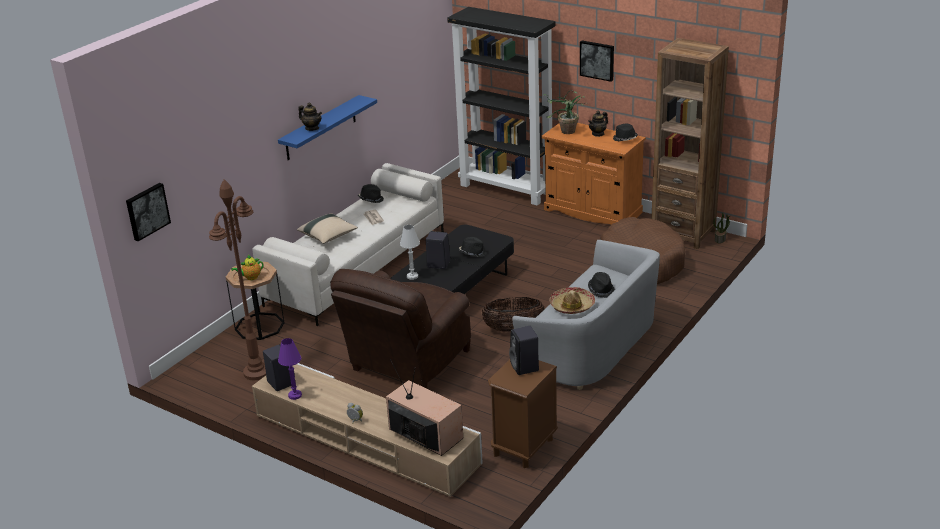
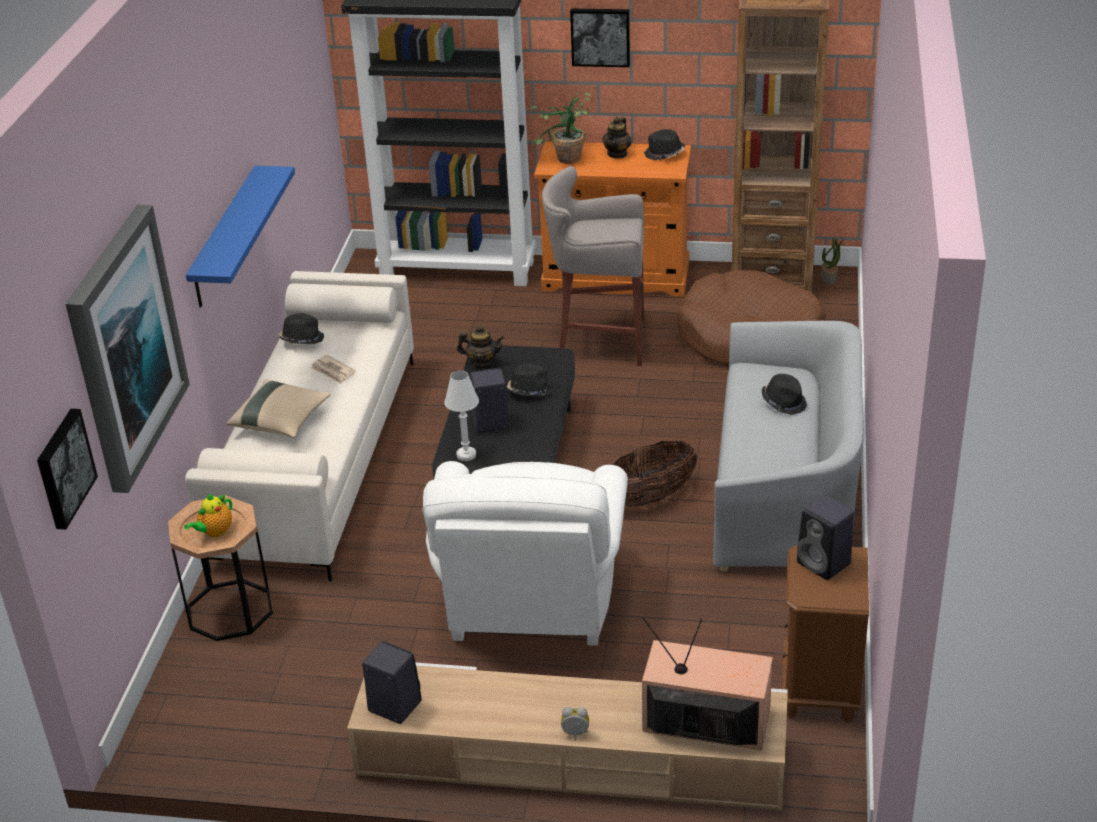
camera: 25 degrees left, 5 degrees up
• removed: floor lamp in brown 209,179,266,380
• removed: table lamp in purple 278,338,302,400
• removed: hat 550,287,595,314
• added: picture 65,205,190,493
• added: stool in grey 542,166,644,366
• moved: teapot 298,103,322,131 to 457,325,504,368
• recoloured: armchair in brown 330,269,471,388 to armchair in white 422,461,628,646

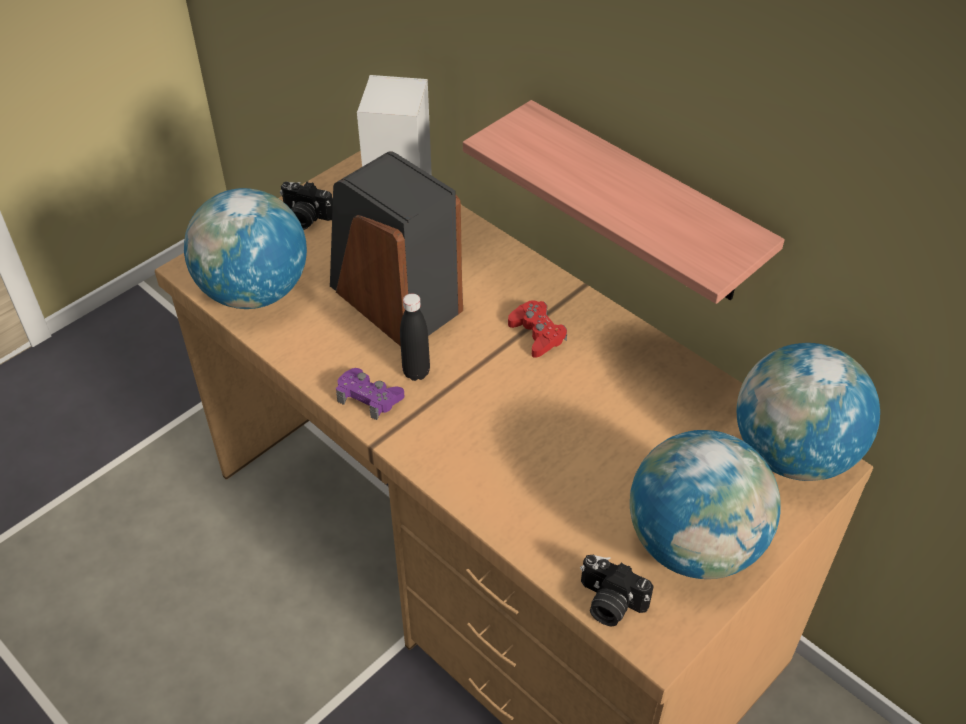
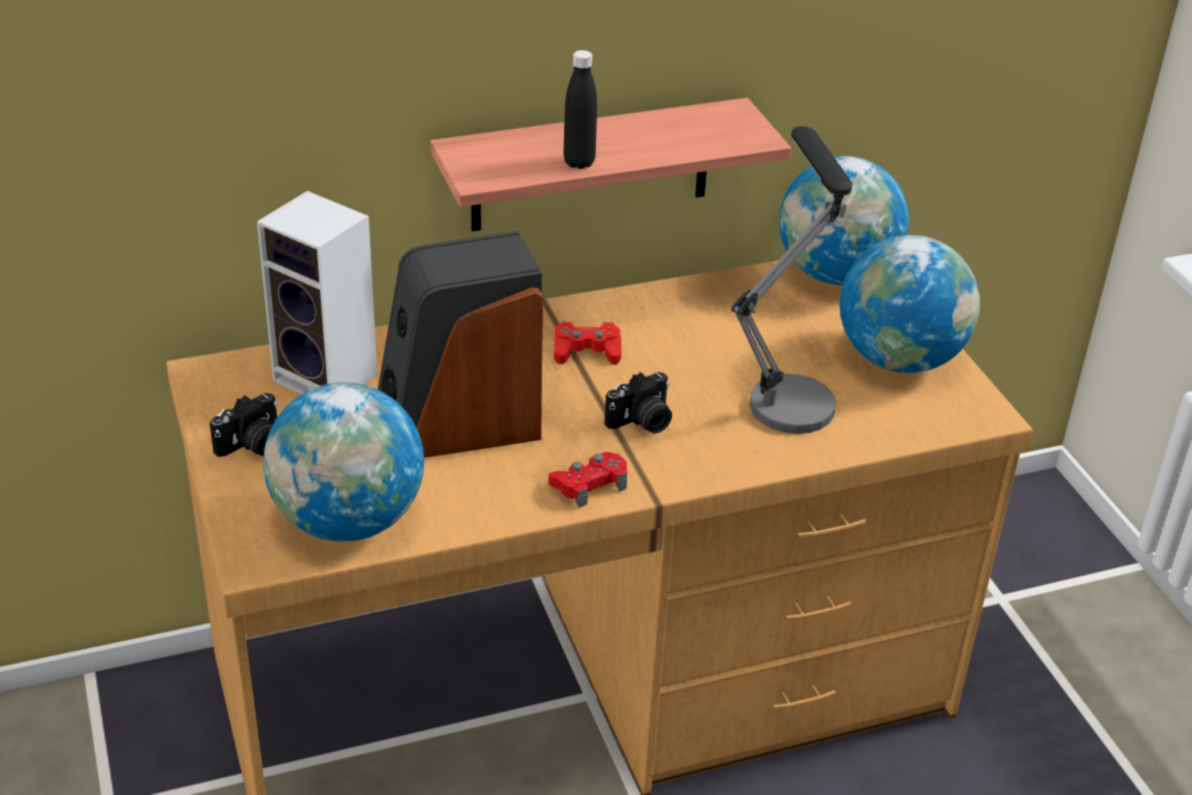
camera: 65 degrees left, 10 degrees down
• added: table lamp 731,126,853,434
• moved: bottle in black 400,293,430,381 to 564,50,597,169
• moved: photo camera 580,555,654,626 to 604,372,672,434
• recoloured: game controller in purple 336,368,404,420 to game controller in red 548,452,627,508

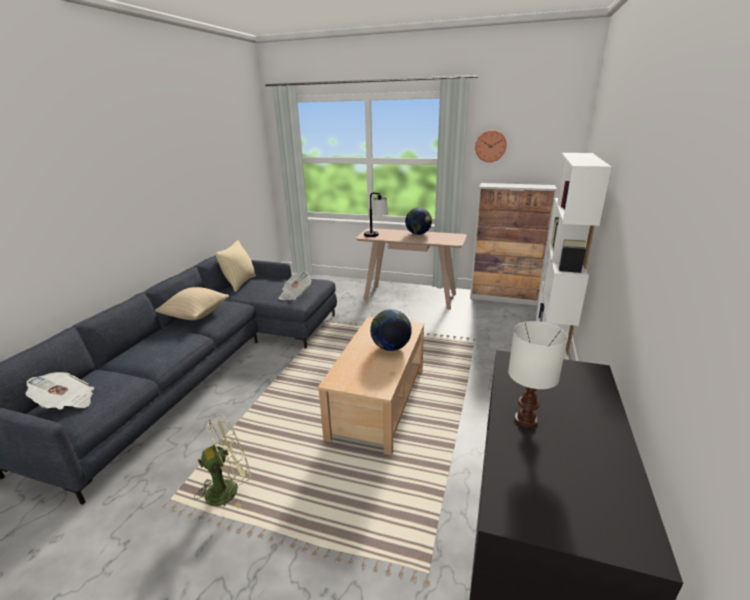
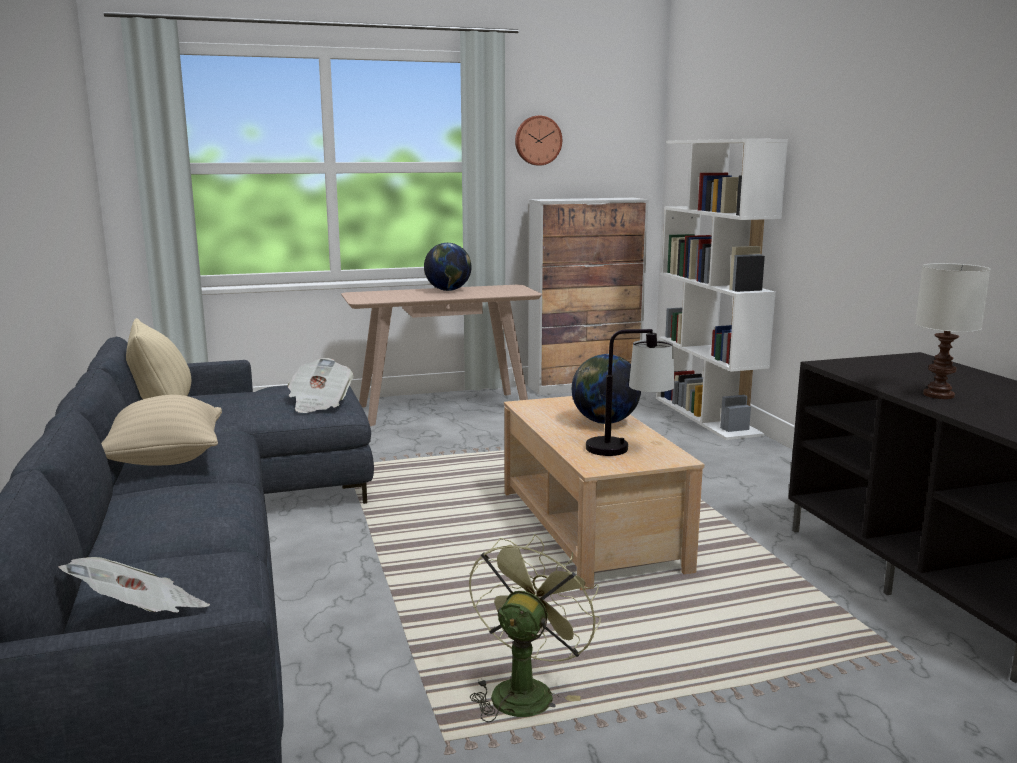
camera: 35 degrees left, 10 degrees down
• moved: table lamp 364,192,388,237 to 586,329,675,456

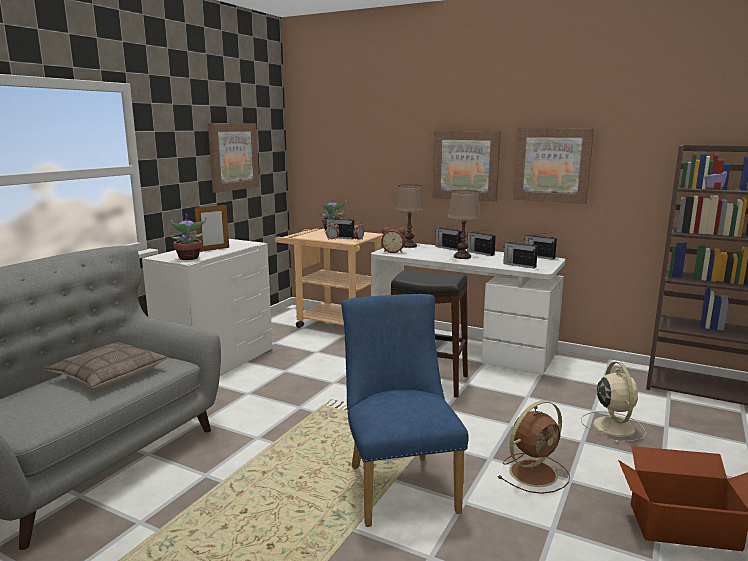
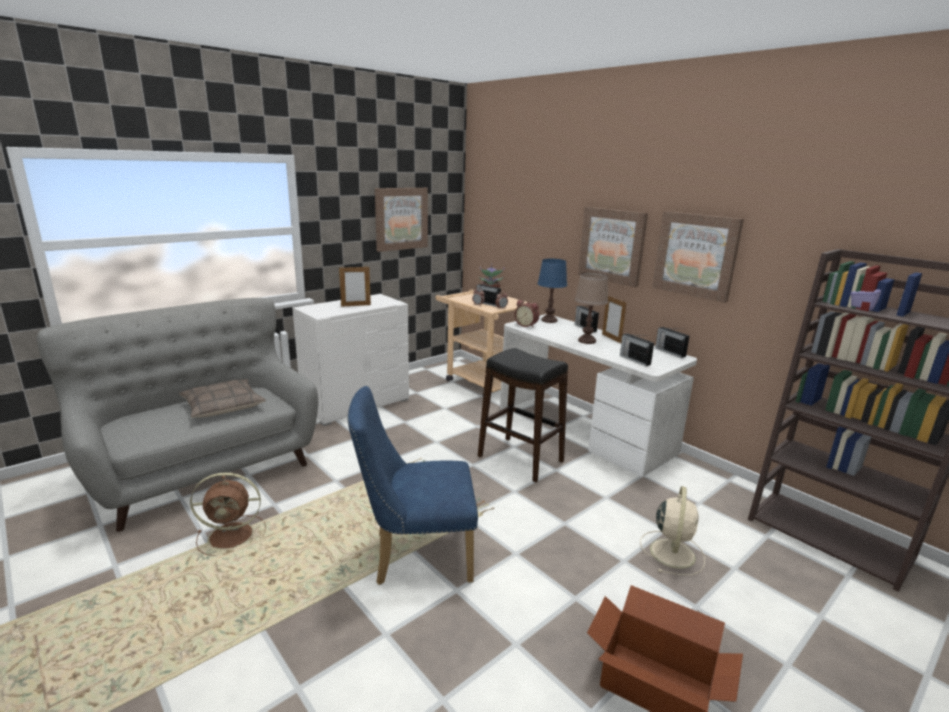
camera: 20 degrees right, 5 degrees up
• removed: potted plant 169,214,207,260
• moved: fan in brown 497,401,570,494 to 190,472,266,556
• replaced: radio 467,229,496,256 to picture frame 602,295,627,343
• recoloured: table lamp in brown 395,184,424,248 to table lamp in blue 538,259,567,323
• turned: chair in blue 341,294,469,527 = 347,386,478,585 105 degrees counterclockwise

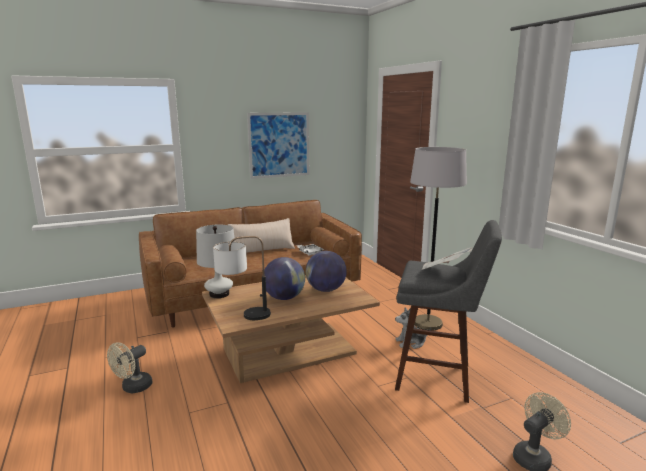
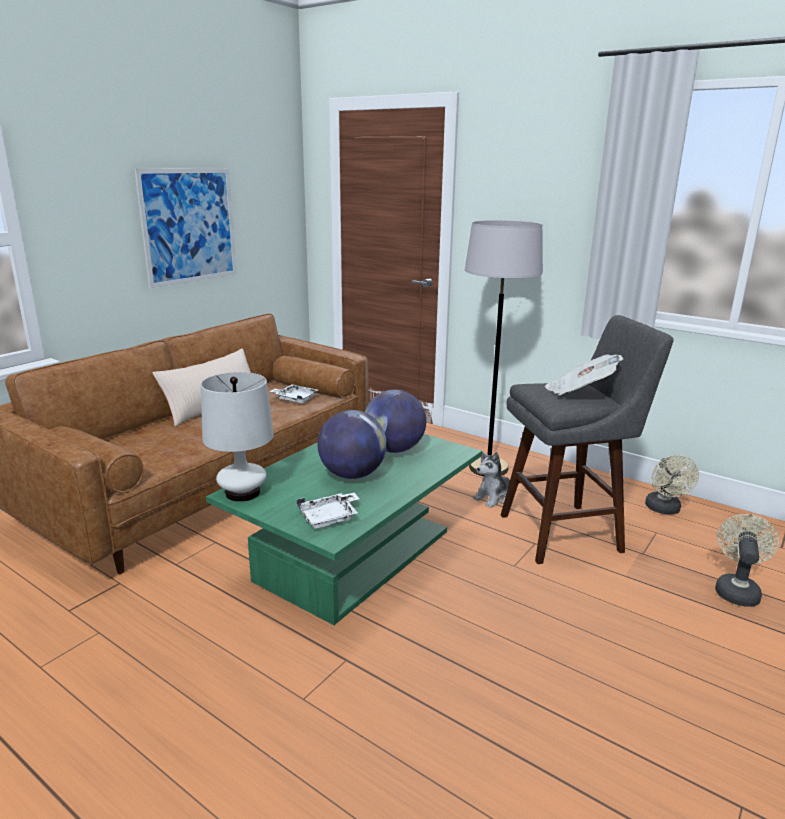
camera: 30 degrees left, 5 degrees up
• moved: fan in beige 107,342,152,393 to 645,455,699,514
• replaced: table lamp 213,236,271,320 to tray in white 297,492,359,529
• recoloured: coffee table in brown 202,275,380,383 to coffee table in green 206,434,482,625

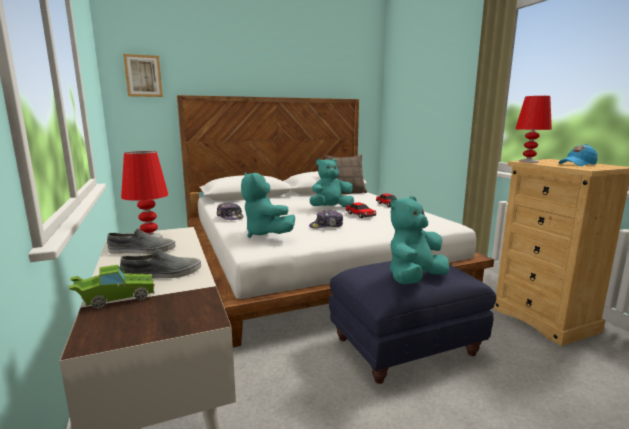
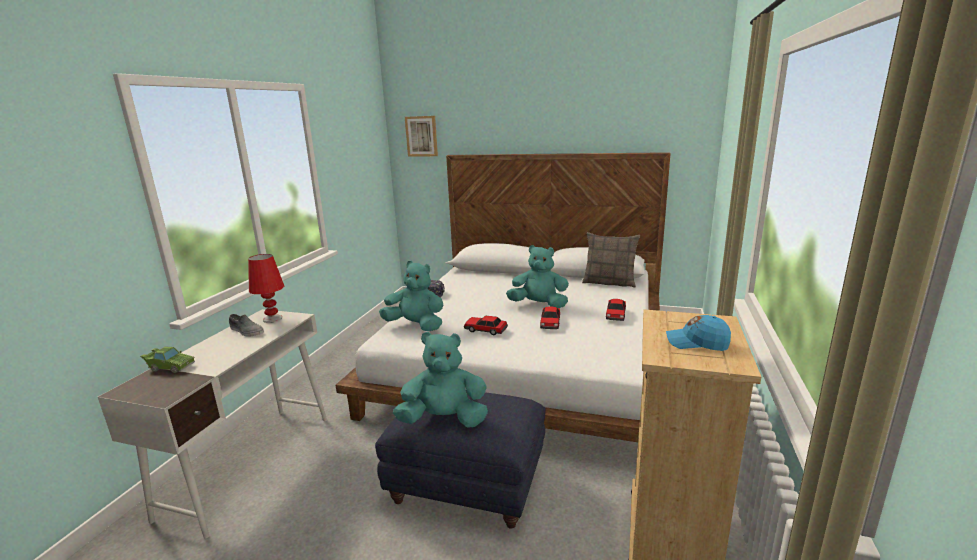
camera: 40 degrees right, 5 degrees up
• removed: shoe in grey 120,248,201,279
• removed: table lamp in red 515,96,552,163
• replaced: cap 309,211,343,228 to toy car 464,316,508,335
• turned: plush toy in turquoise 241,172,295,238 = 379,261,443,331 105 degrees clockwise

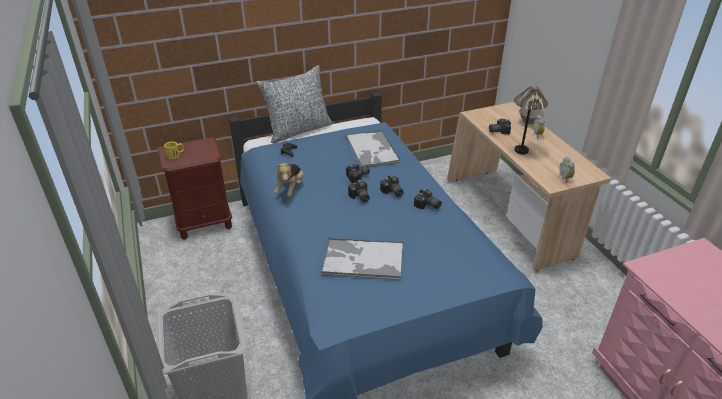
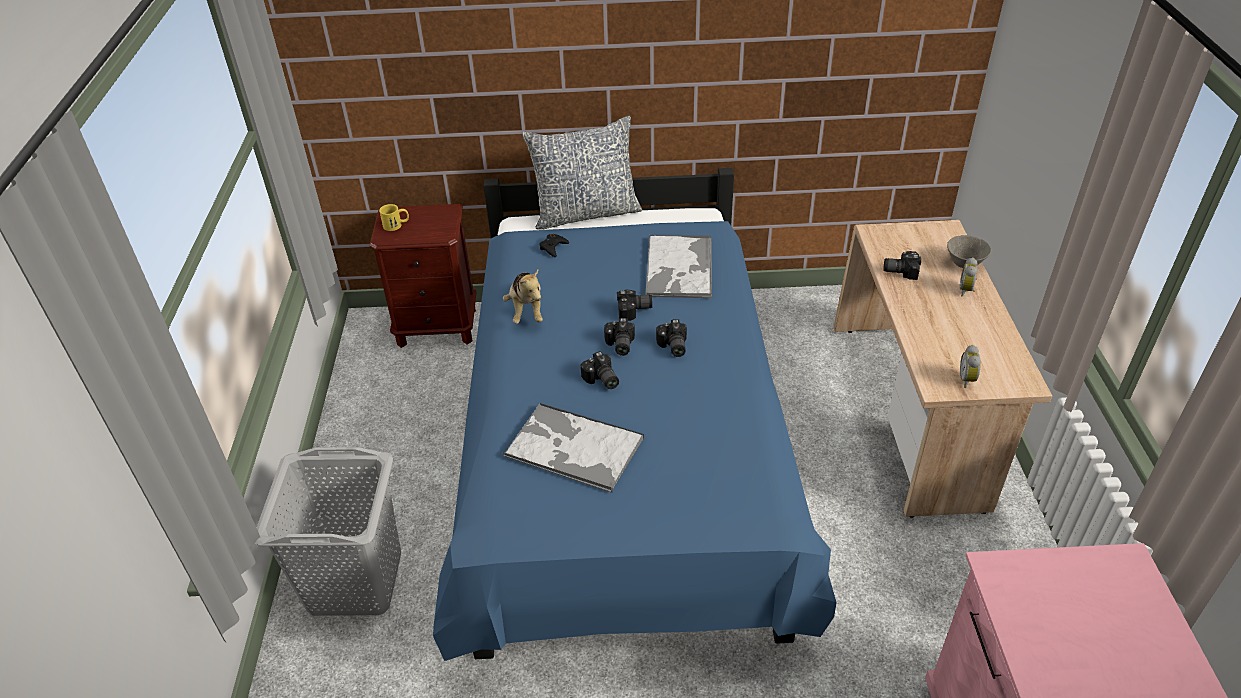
camera: 20 degrees right, 5 degrees up
• removed: table lamp 514,86,548,154
• moved: photo camera 414,188,442,209 to 580,351,619,389
• turned: plush toy 274,161,304,197 = 503,270,543,324 45 degrees counterclockwise

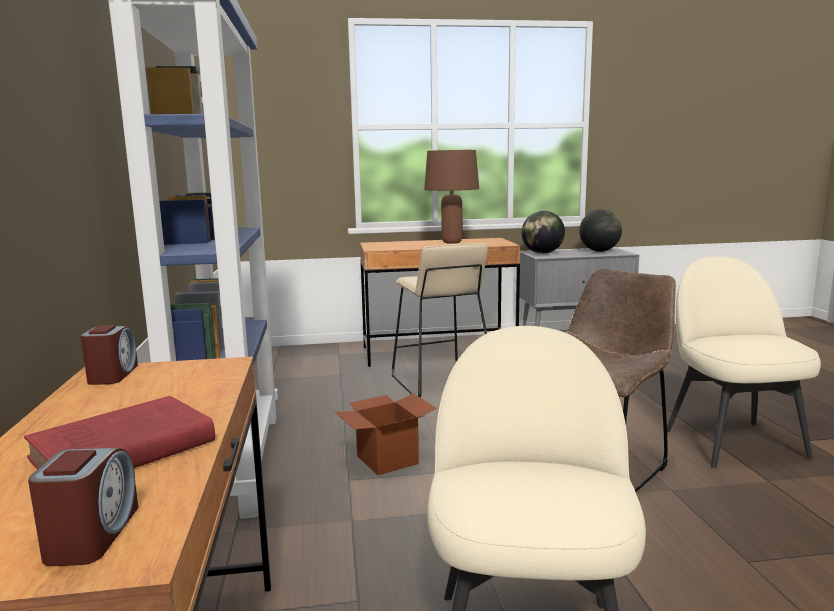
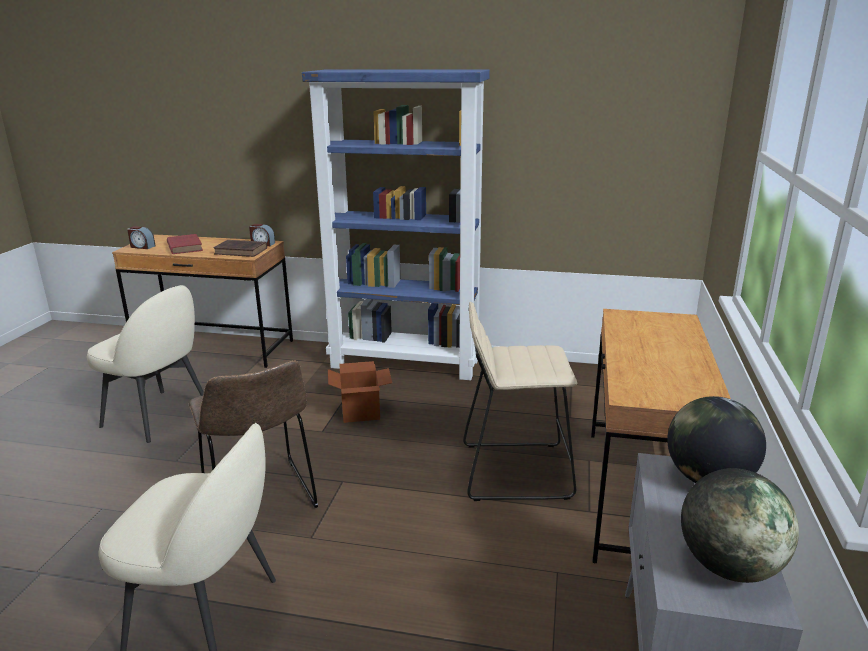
camera: 110 degrees right, 10 degrees up
• removed: table lamp in brown 424,150,479,244
• added: book in brown 213,240,267,257

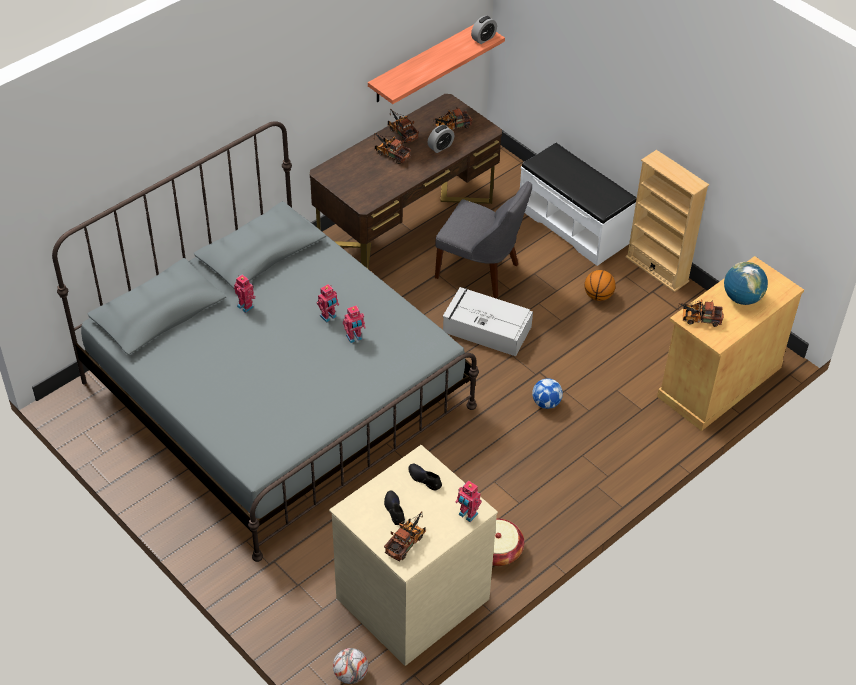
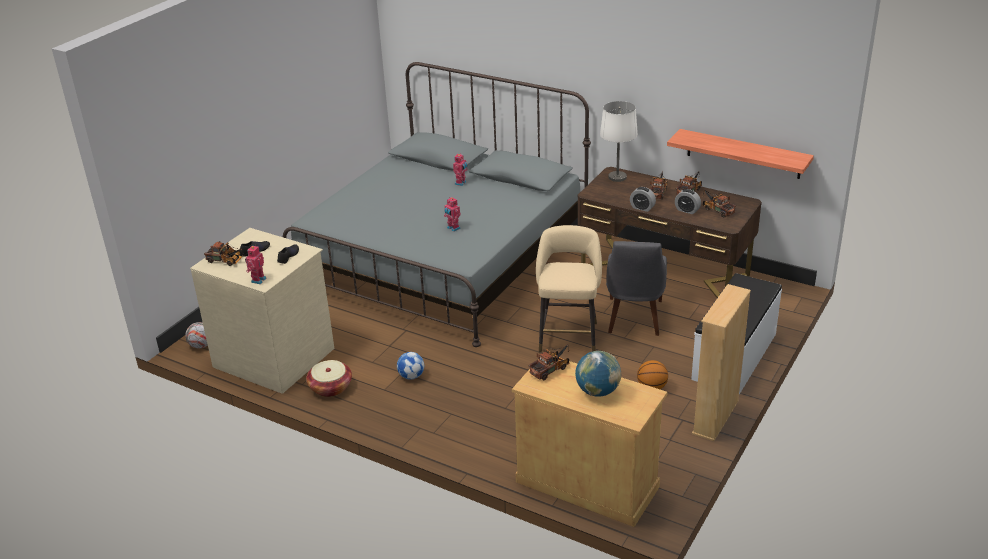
camera: 75 degrees right, 15 degrees down
• removed: toy robot 317,284,339,323
• added: table lamp in white 600,101,638,182
• moved: alarm clock 471,16,497,44 to 630,187,656,212
• moved: football 532,378,563,409 to 397,352,424,380
• replaced: storage box in grey 443,287,533,356 to stool in beige 536,225,602,352
• turned: toy truck 676,299,724,327 = 529,344,569,380 60 degrees clockwise

